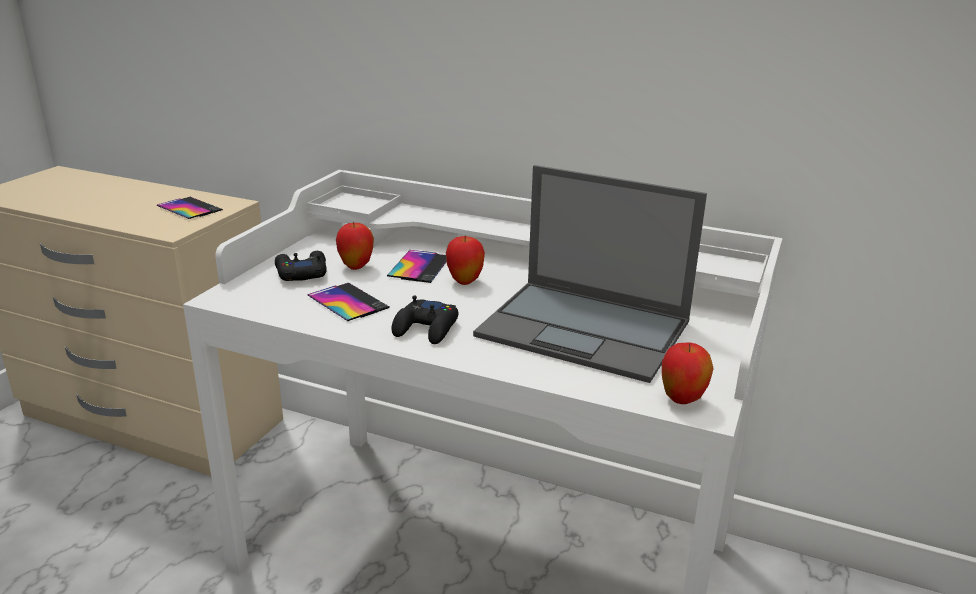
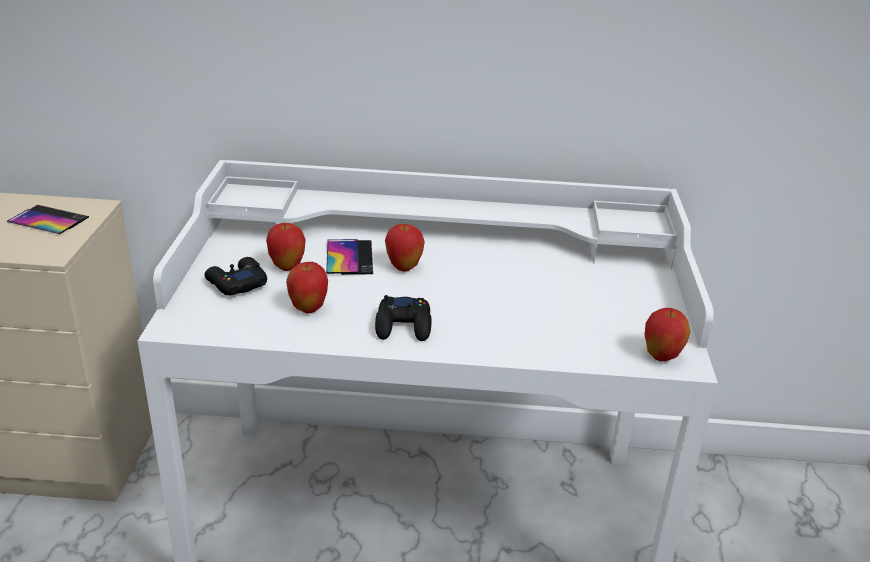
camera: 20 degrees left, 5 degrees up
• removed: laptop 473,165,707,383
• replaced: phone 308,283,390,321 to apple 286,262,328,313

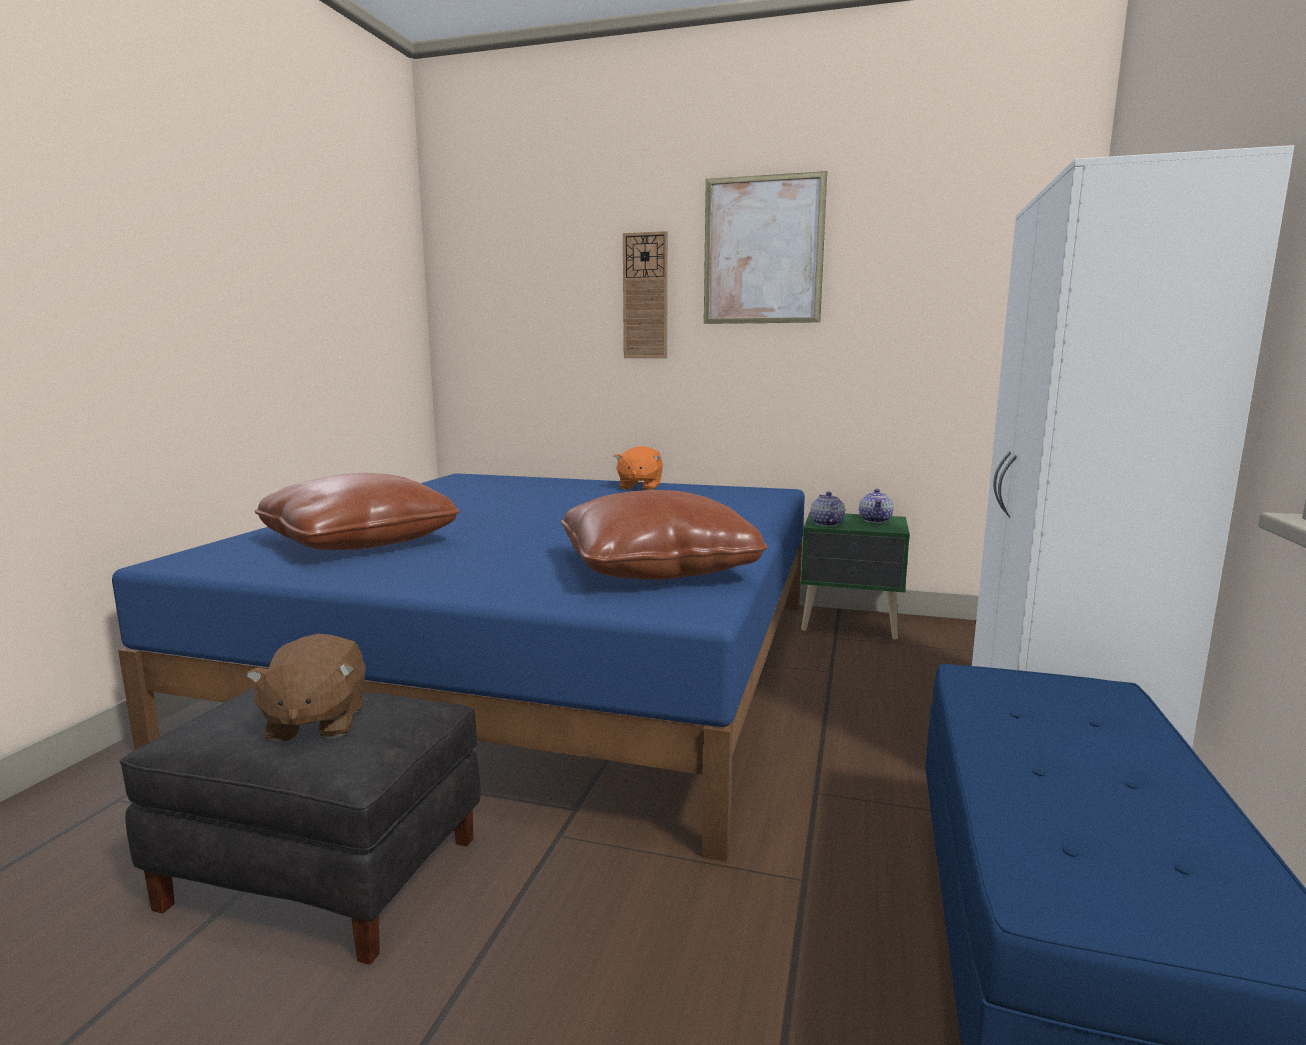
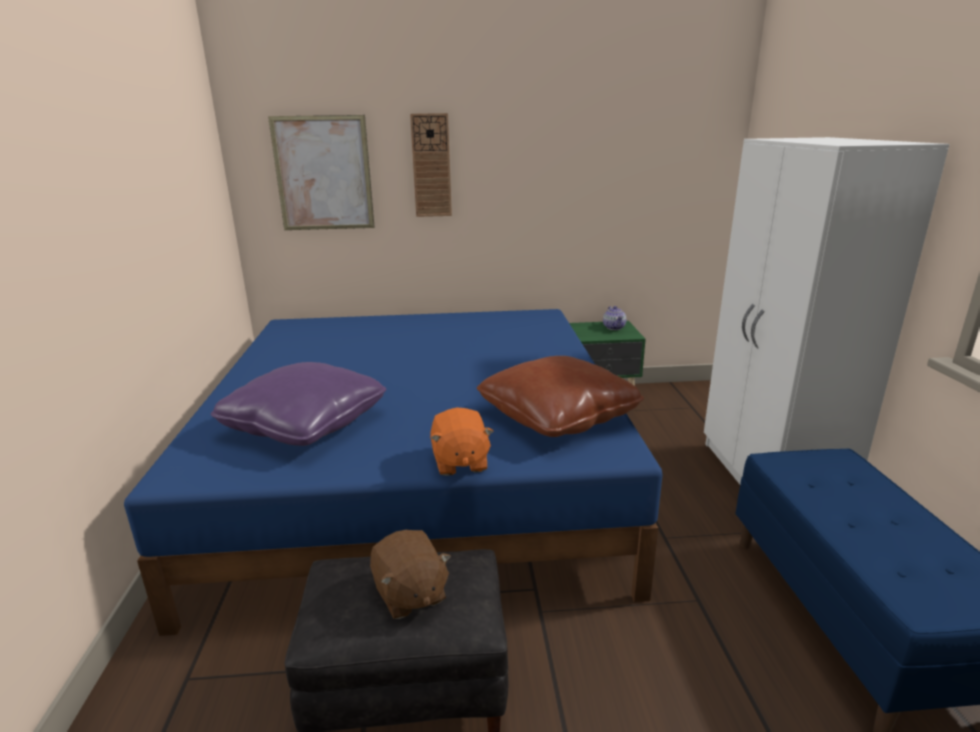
camera: 20 degrees left, 10 degrees up
• removed: teapot 810,492,845,526
• moved: plush toy in orange 614,446,663,490 to 430,407,494,476
• moved: picture 704,171,827,324 to 268,115,375,230
• recoloured: pillow in brown 255,473,460,550 to pillow in purple 211,362,386,446

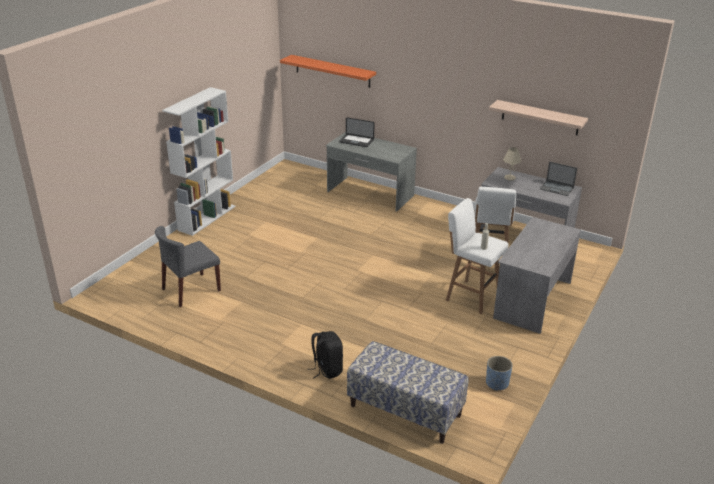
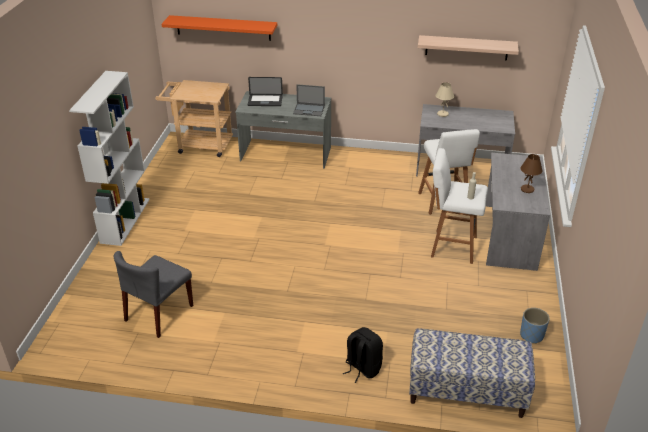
camera: 20 degrees left, 5 degrees up
• added: cart in beige 155,80,233,157
• added: table lamp in brown 520,154,543,193
• moved: laptop 540,161,577,196 to 293,84,325,116

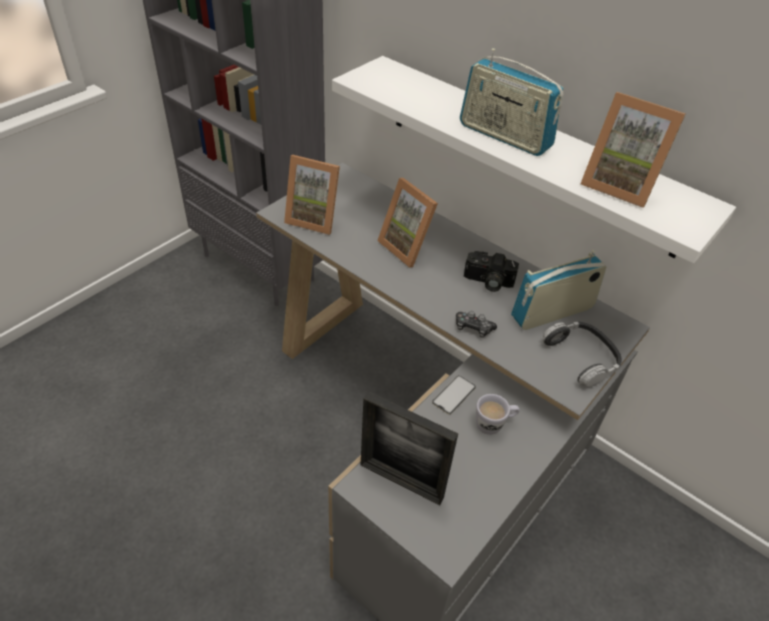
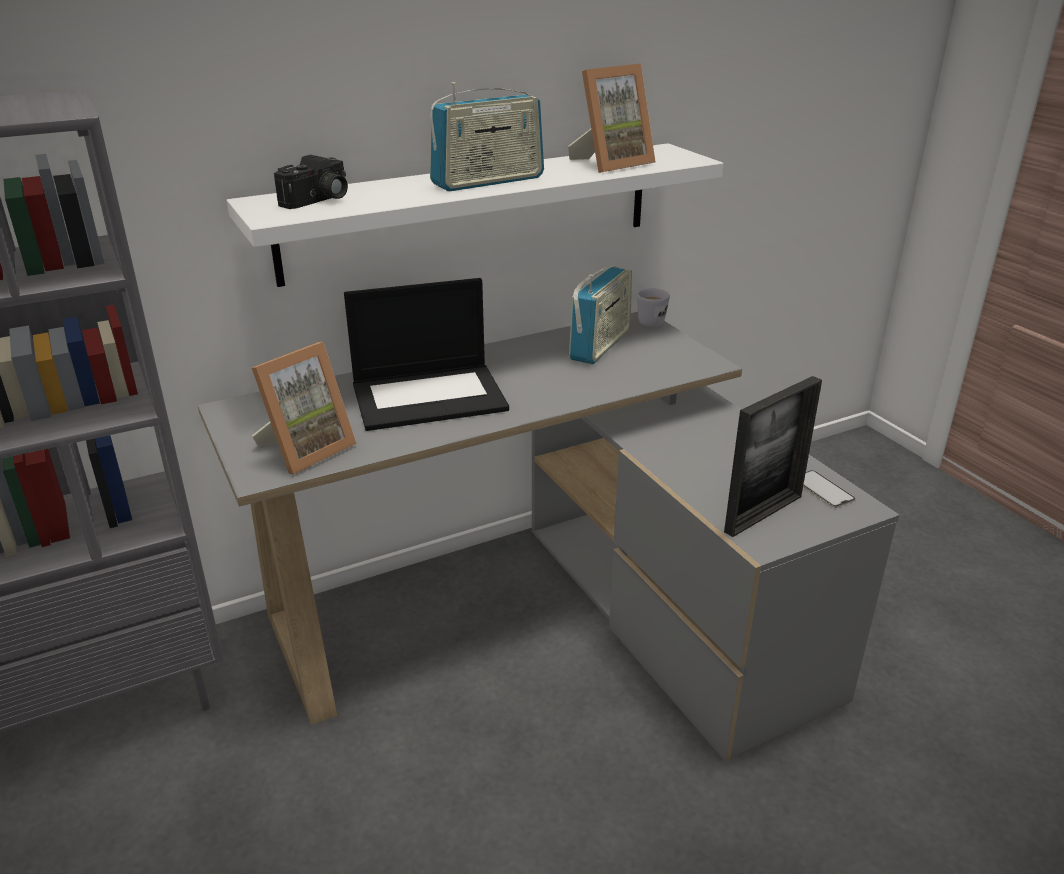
camera: 65 degrees left, 15 degrees down
• removed: game controller 456,311,497,338
• removed: headphones 543,321,622,387
• moved: phone 432,375,476,415 to 803,470,856,508
• moved: photo camera 464,251,519,292 to 274,155,348,209
• moved: mug in white 476,394,520,435 to 637,288,670,327
• replaced: picture frame 377,178,438,268 to laptop 344,278,509,431
• turned: radio 511,250,606,330 = 569,266,632,364 150 degrees counterclockwise

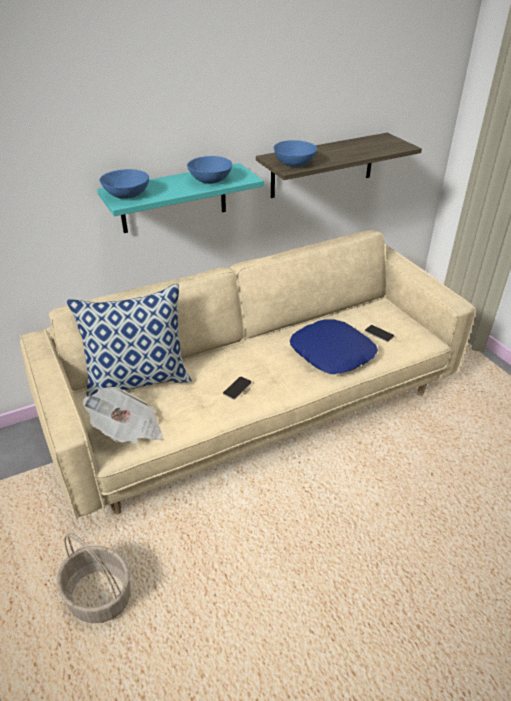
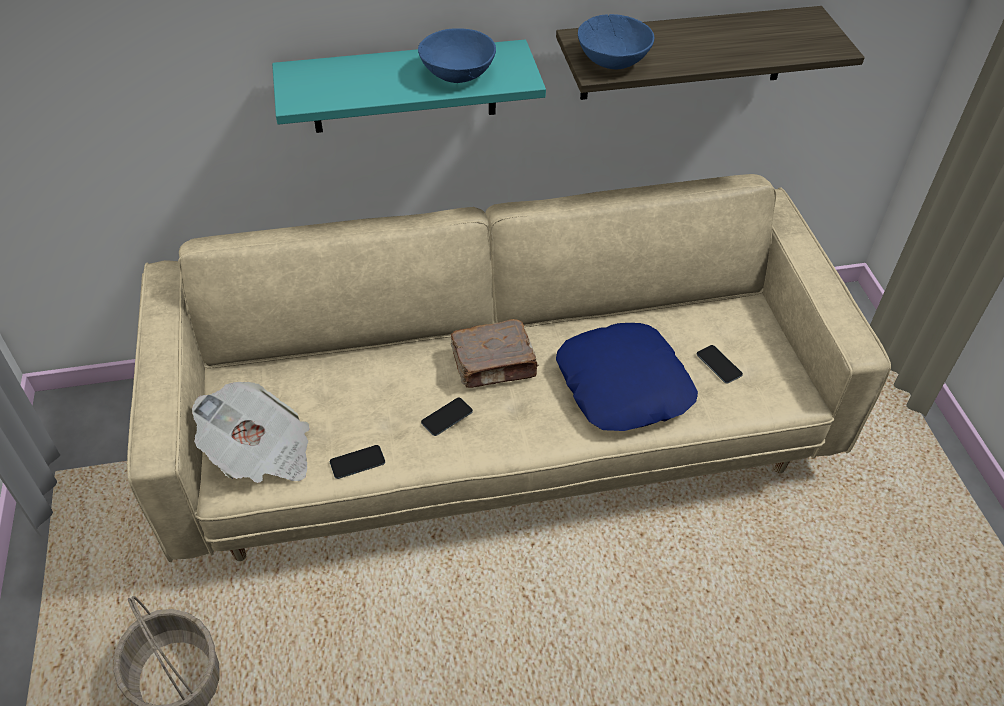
camera: 15 degrees right, 10 degrees up
• removed: pillow 66,283,192,397
• removed: bowl in blue 100,169,149,199
• added: phone 330,445,385,479
• added: book in brown 451,319,539,388

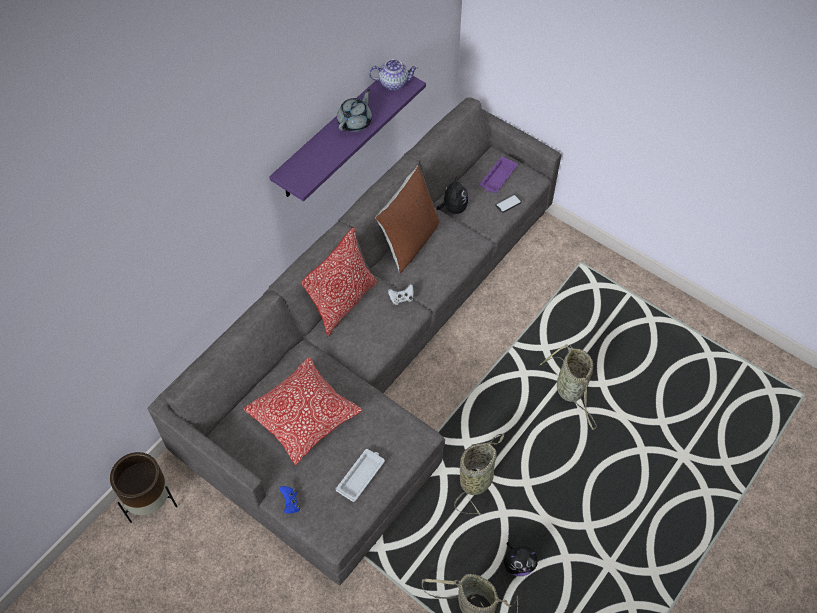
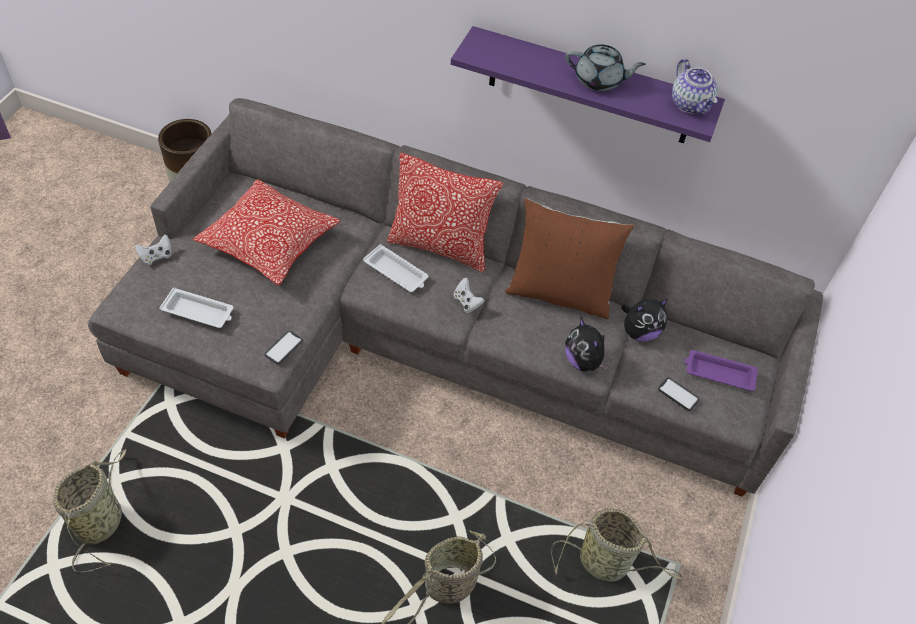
camera: 70 degrees right, 5 degrees down
• added: phone 264,331,303,364
• added: tray in white 363,244,429,292
• moved: basket 454,434,504,515 to 551,508,683,582
• moved: plush toy 504,542,537,576 to 565,318,609,372
• recoloured: game controller in blue 279,486,300,513 to game controller in white 135,234,172,265

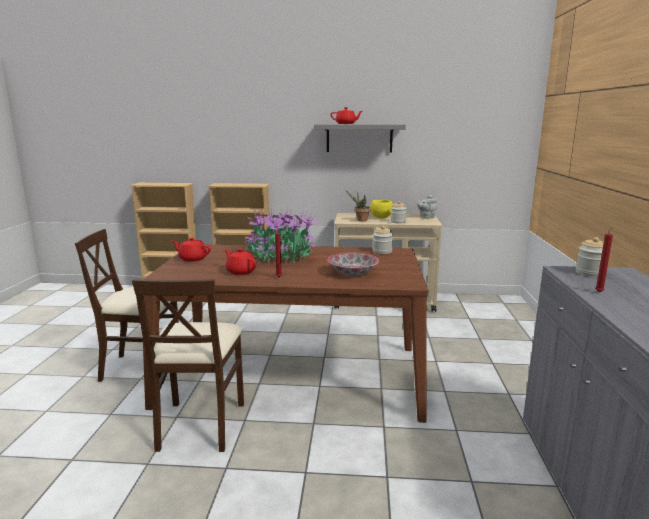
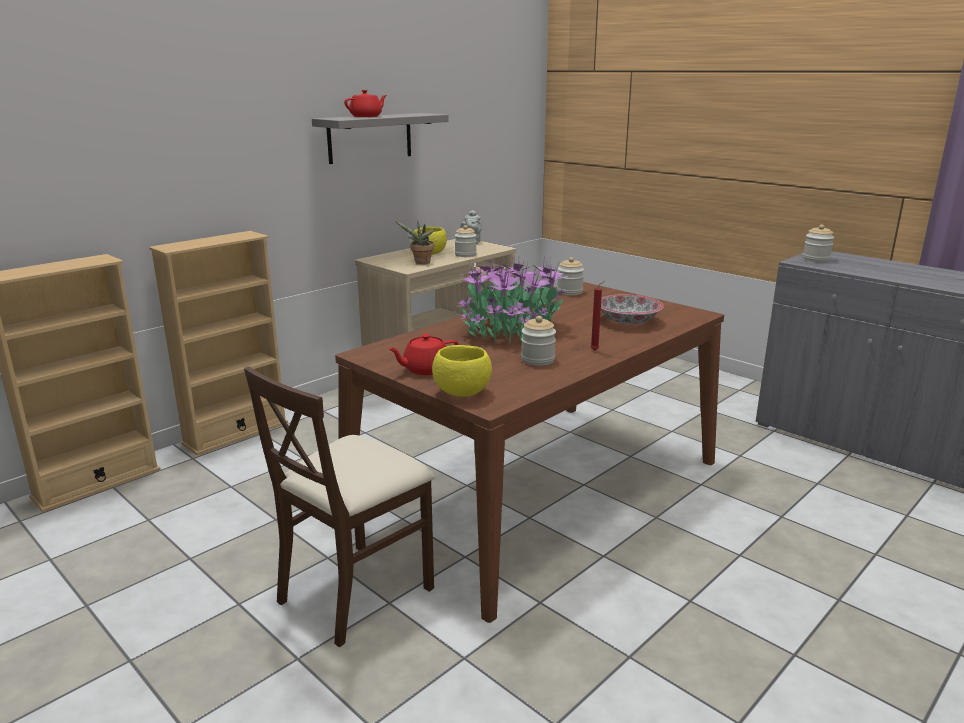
camera: 50 degrees left, 5 degrees up
• removed: chair in beige 132,279,244,452
• removed: candle in red 595,227,613,292
• added: bowl in yellow 432,345,492,397
• replaced: teapot in red 224,248,256,275 to jar 521,316,556,366

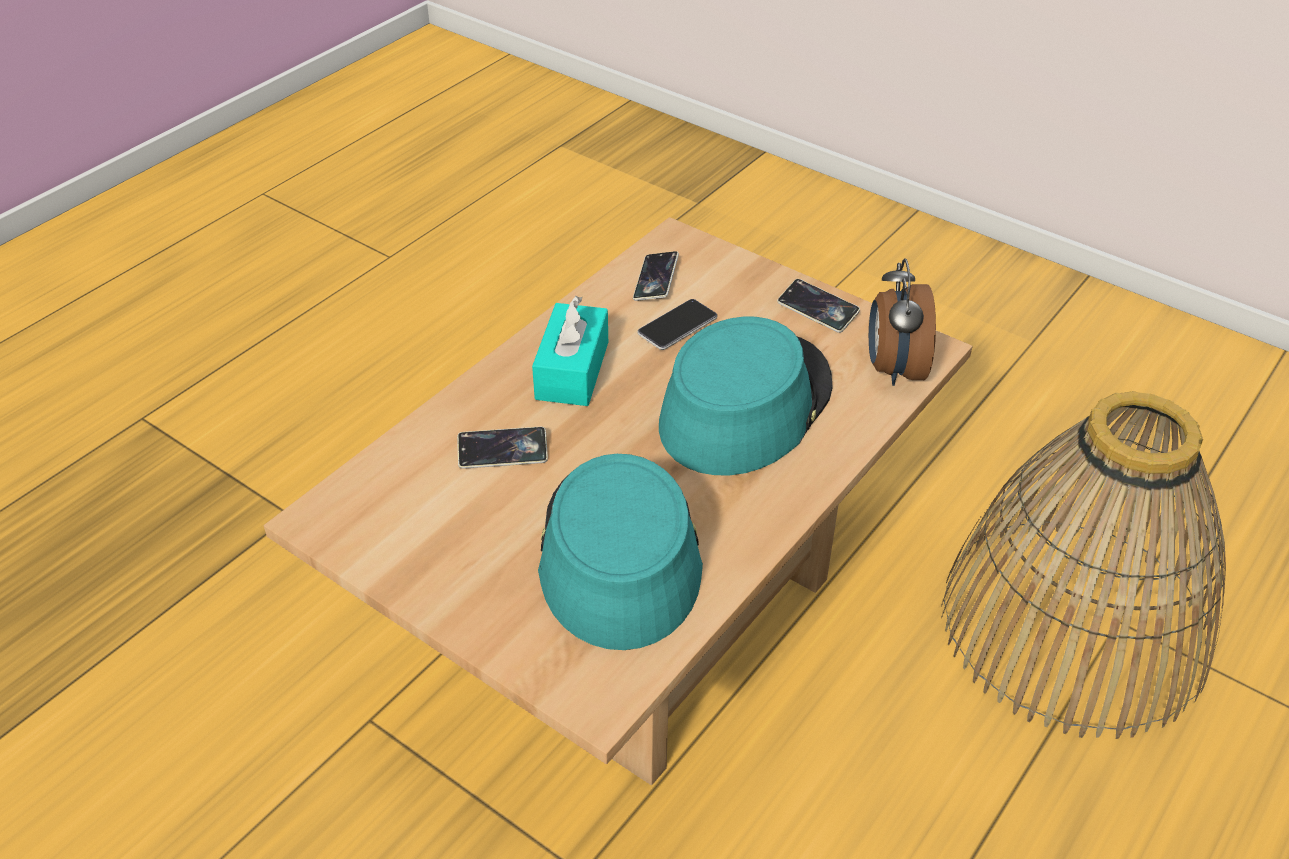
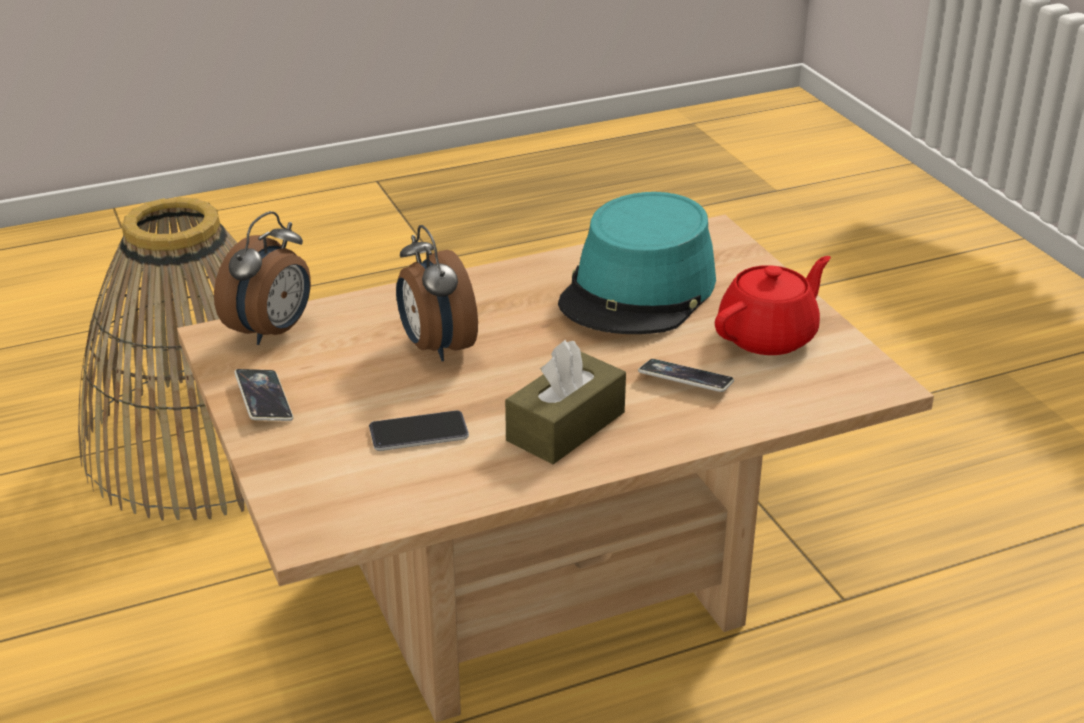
camera: 150 degrees left, 10 degrees down
• removed: phone 633,251,679,301
• added: teapot in red 715,256,831,355
• replaced: hat in turquoise 659,317,833,475 to alarm clock 396,225,478,361
• recoloured: tissue box in turquoise 532,296,608,406 to tissue box in brown 505,340,626,464

